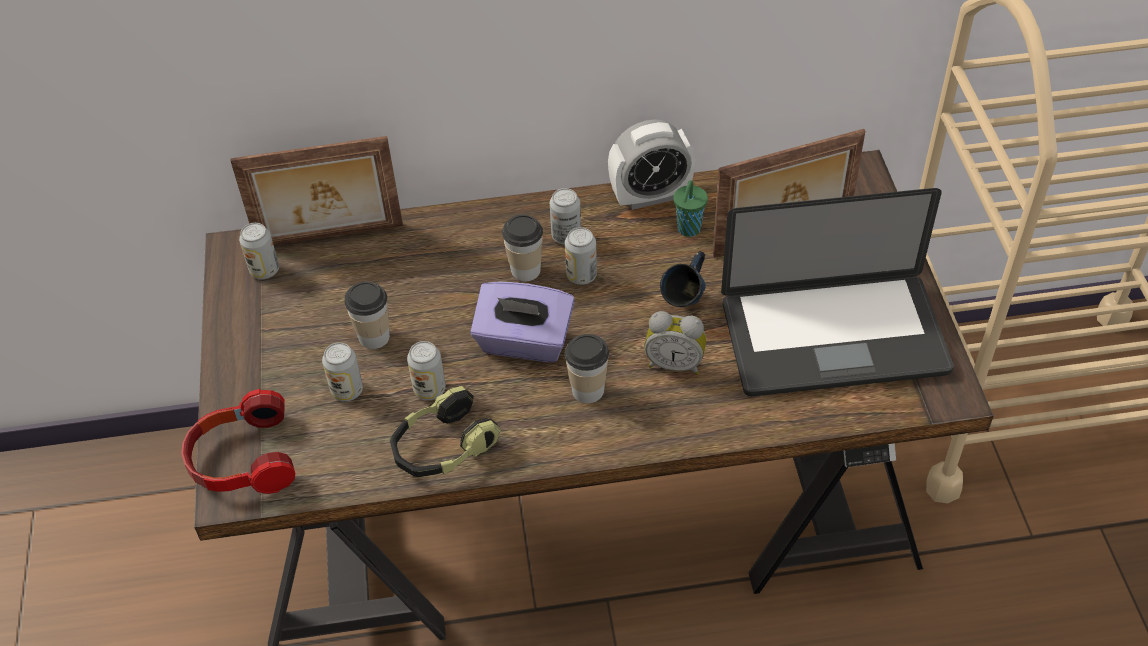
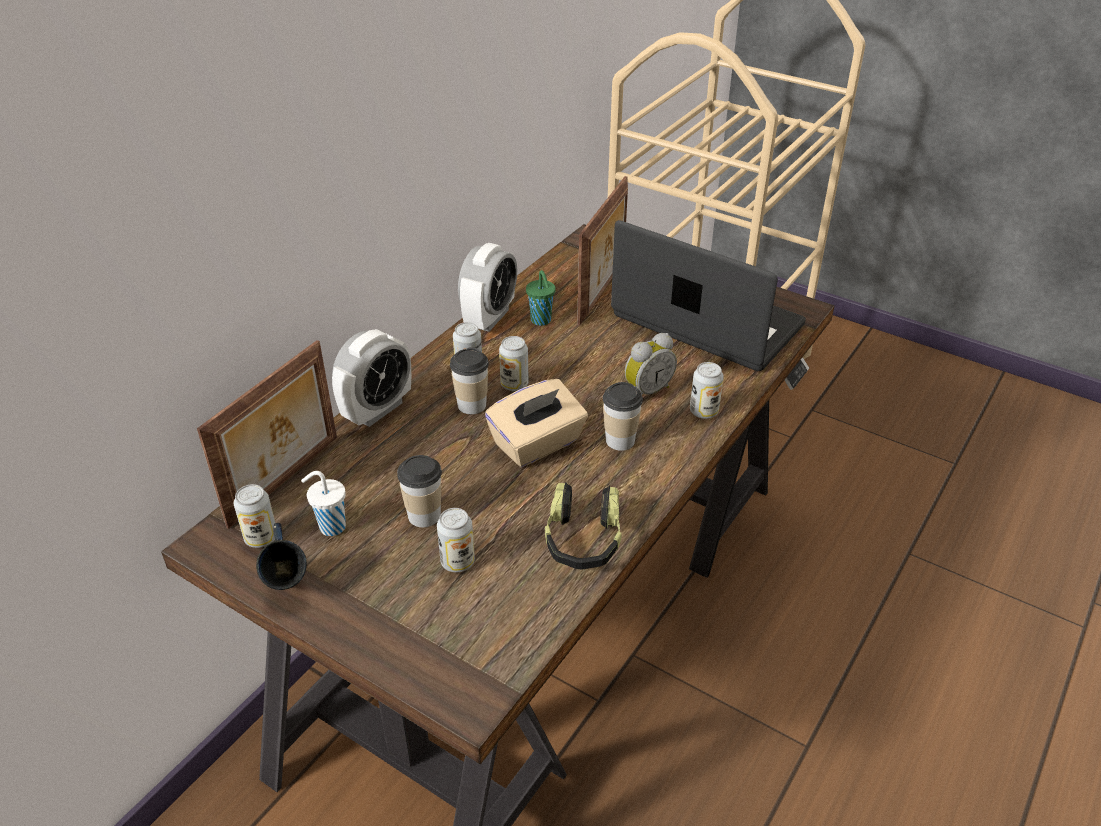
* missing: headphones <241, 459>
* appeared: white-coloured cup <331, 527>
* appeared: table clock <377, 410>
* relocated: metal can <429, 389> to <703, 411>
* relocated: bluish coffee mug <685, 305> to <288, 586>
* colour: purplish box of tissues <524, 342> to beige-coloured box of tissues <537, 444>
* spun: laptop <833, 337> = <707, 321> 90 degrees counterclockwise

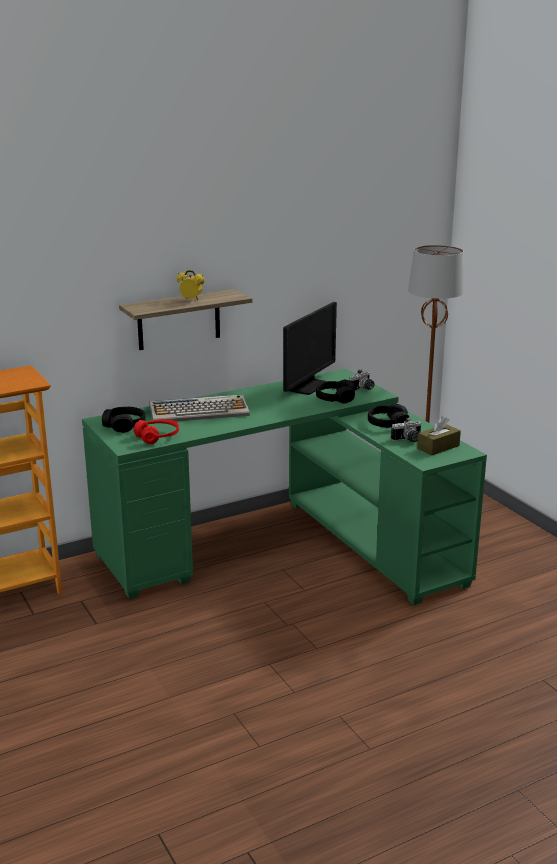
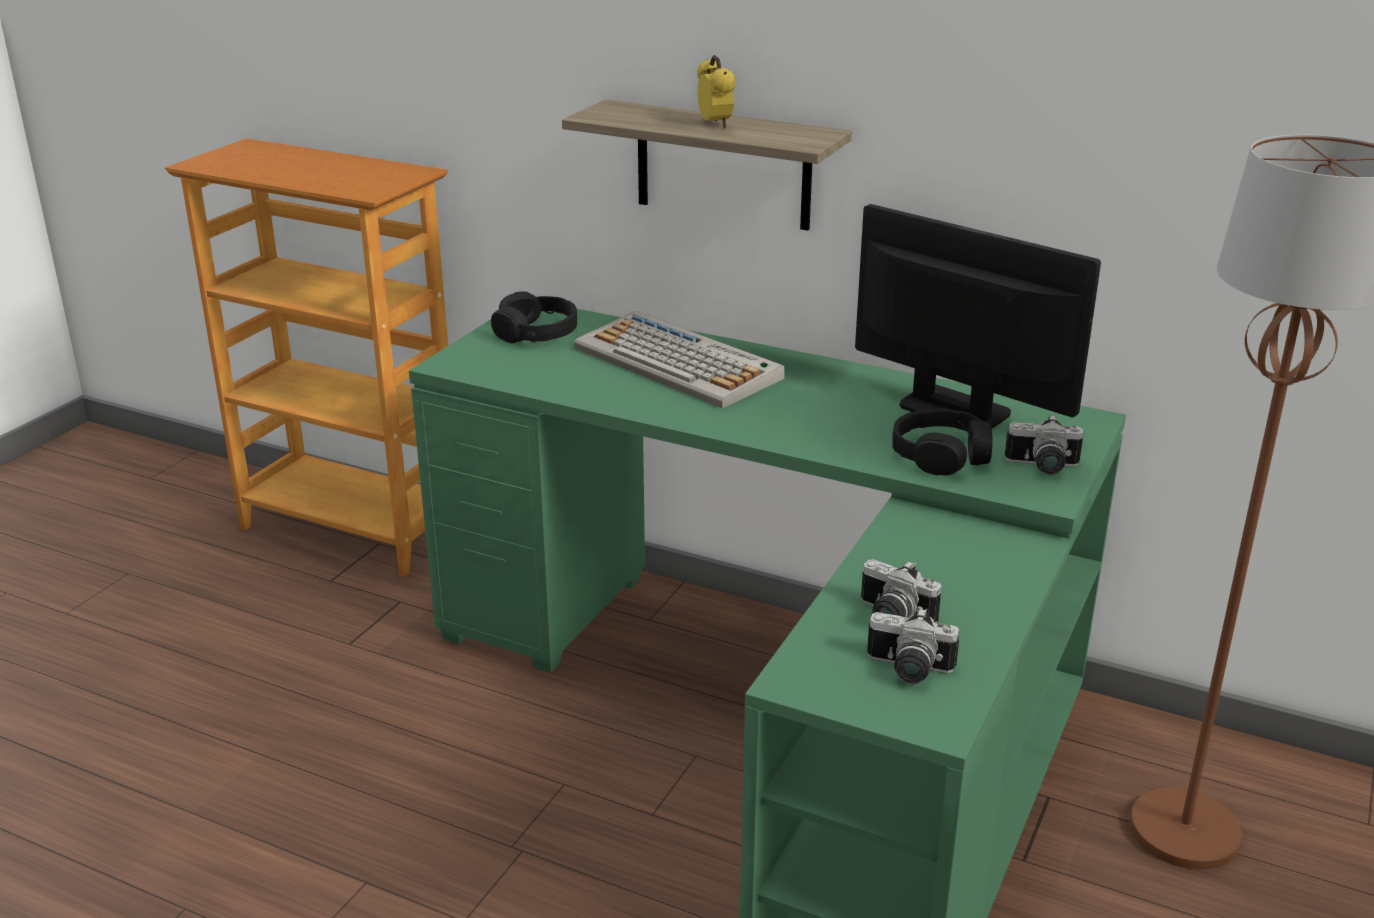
* missing: reddish headphones <157, 437>
* missing: blackish headphones <387, 423>
* exchanged: brownish box of tissues <438, 447> to still camera <907, 671>
* spun: computer display <307, 386> = <954, 409> 135 degrees counterclockwise

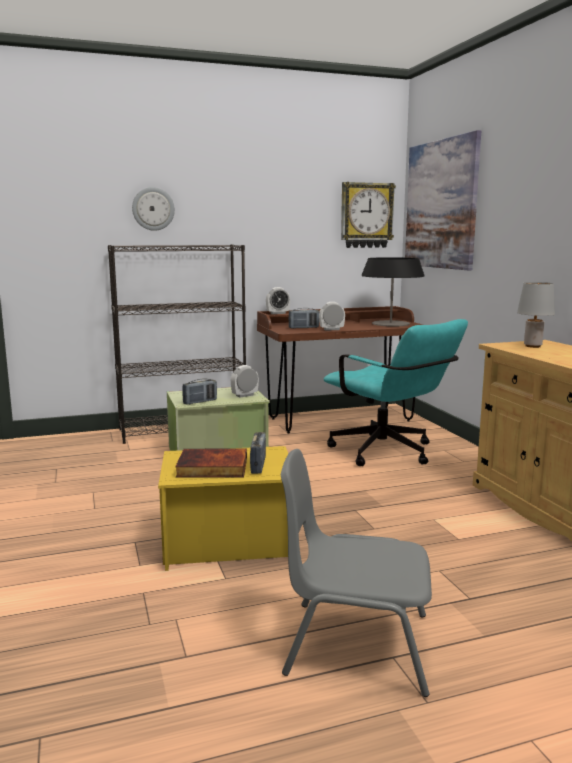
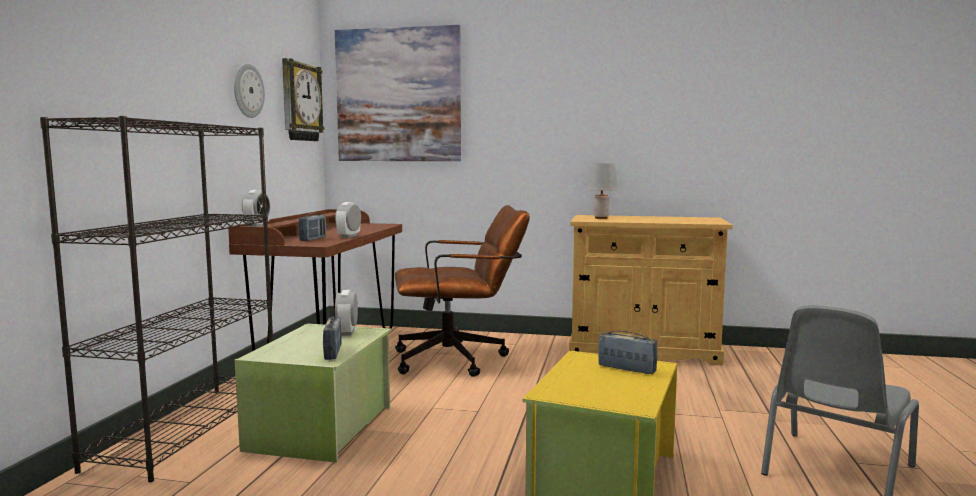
* missing: bound book <212, 468>
* missing: table lamp <390, 323>
* relocated: hanging clock <153, 209> to <247, 91>
* colour: turquoise-coloured desk chair <389, 454> to brownish desk chair <460, 359>

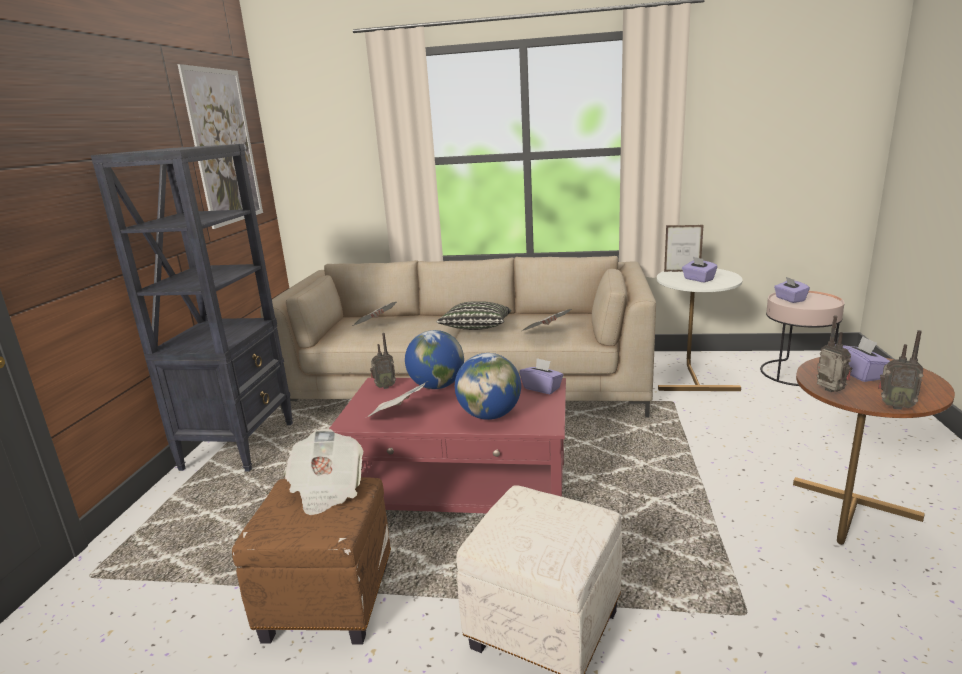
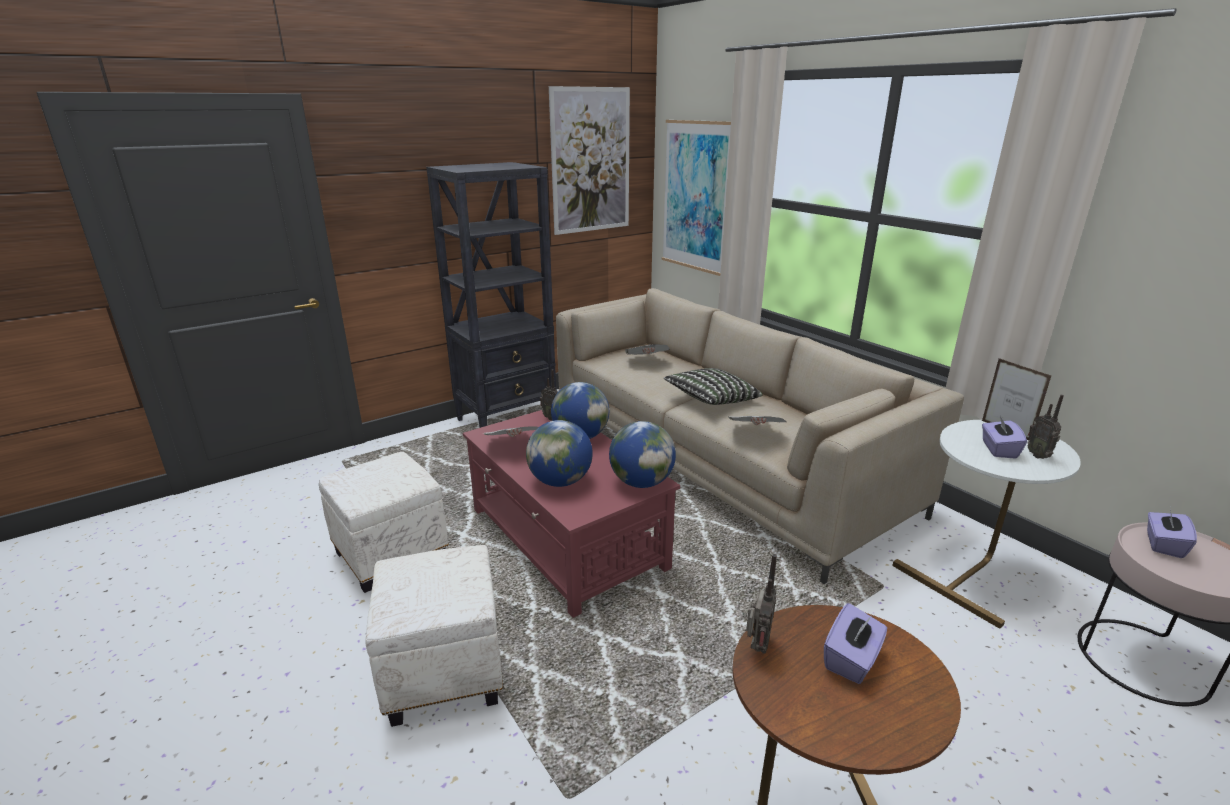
* missing: printed paper <327, 489>
* appeared: picture <695, 197>
* relocated: radio set <894, 406> to <1038, 455>
* exchanged: purplish box of tissues <542, 388> to globe <641, 482>
* colour: brownish footrest <327, 600> to white-coloured footrest <392, 553>

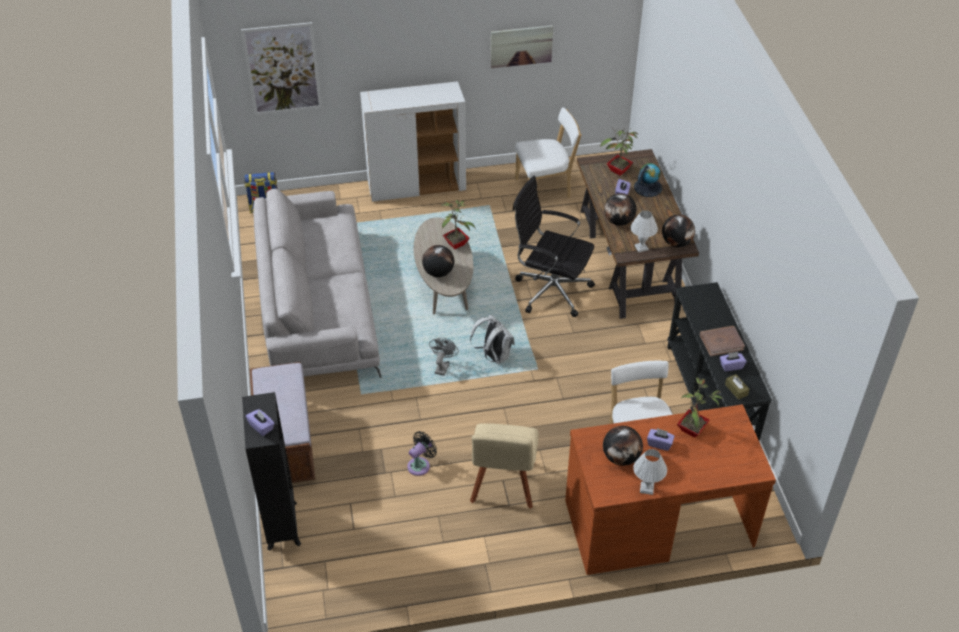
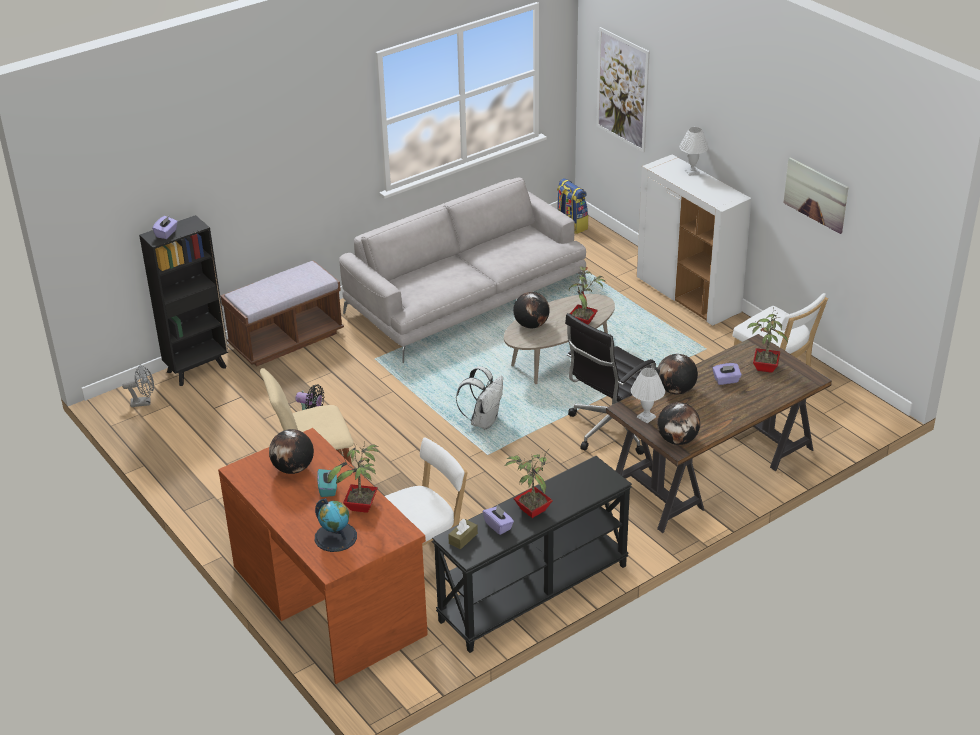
* relocated: greyish cooling fan <442, 366> to <144, 402>
* relocated: white-coloured table lamp <646, 488> to <692, 172>
* relocated: globe <647, 187> to <336, 537>
* exchanged: brownish bound book <721, 342> to houseplant <532, 510>
* colour: purplish box of tissues <659, 443> to turquoise-coloured box of tissues <328, 489>
* spun: blackish desk chair <550, 290> = <611, 429> 135 degrees counterclockwise

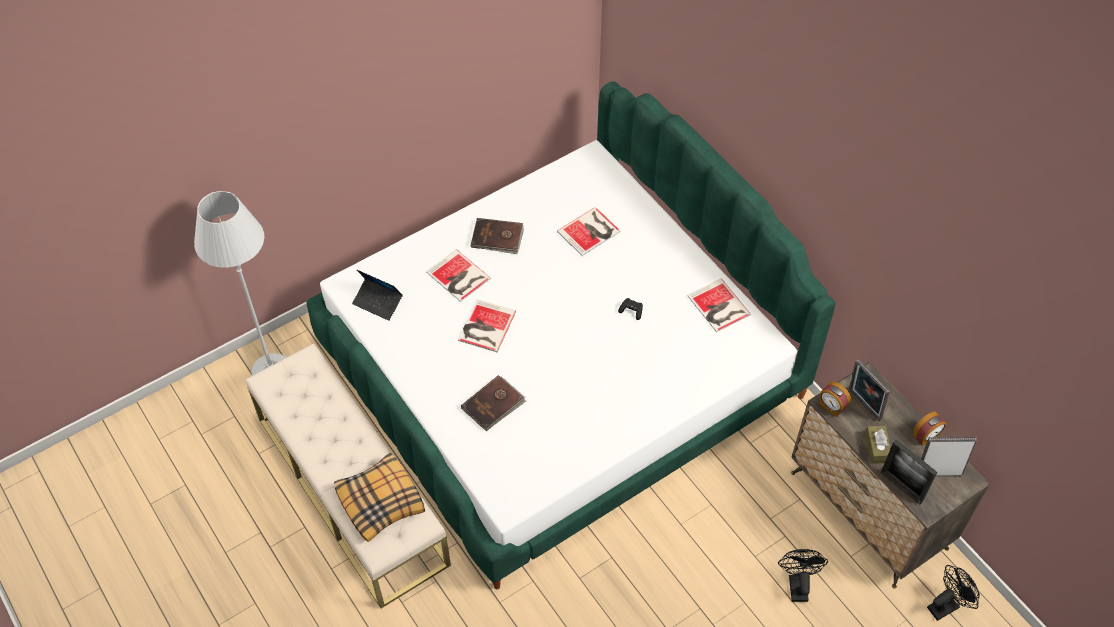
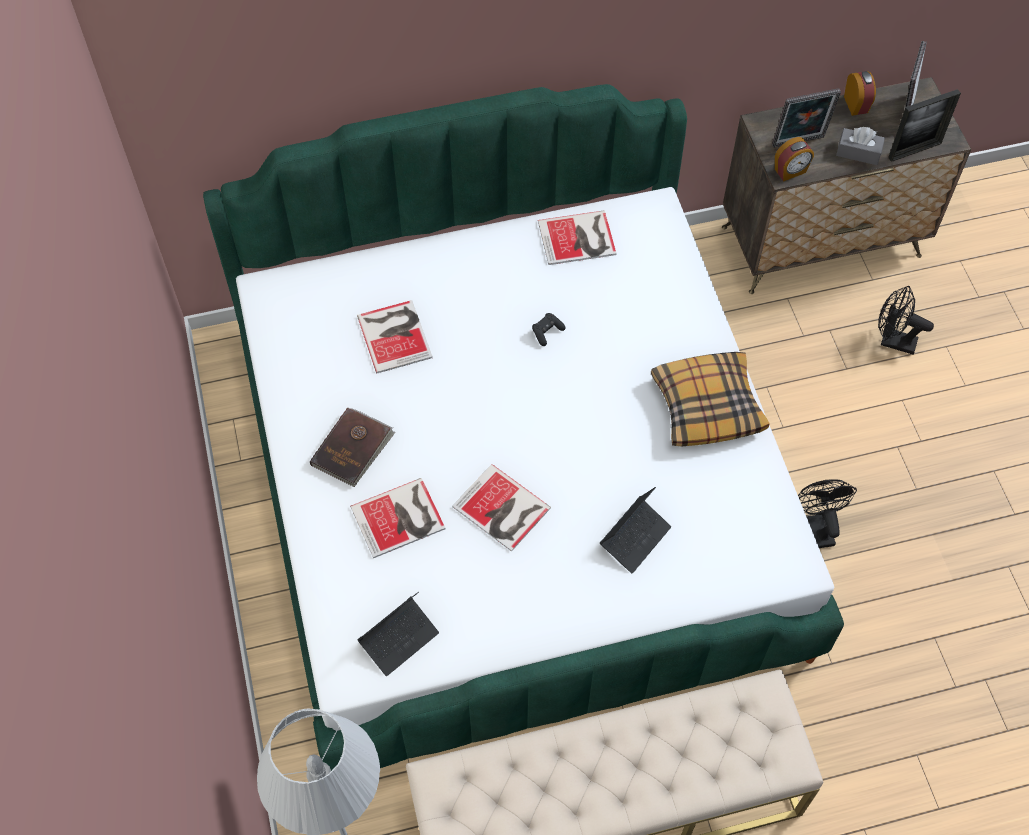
* relocated: cushion <381, 501> to <707, 405>
* relocated: blackish cooling fan <946, 605> to <817, 526>
* exchanged: brownish bound book <493, 404> to laptop <635, 538>
* colour: brownish box of tissues <876, 448> to greyish box of tissues <858, 152>

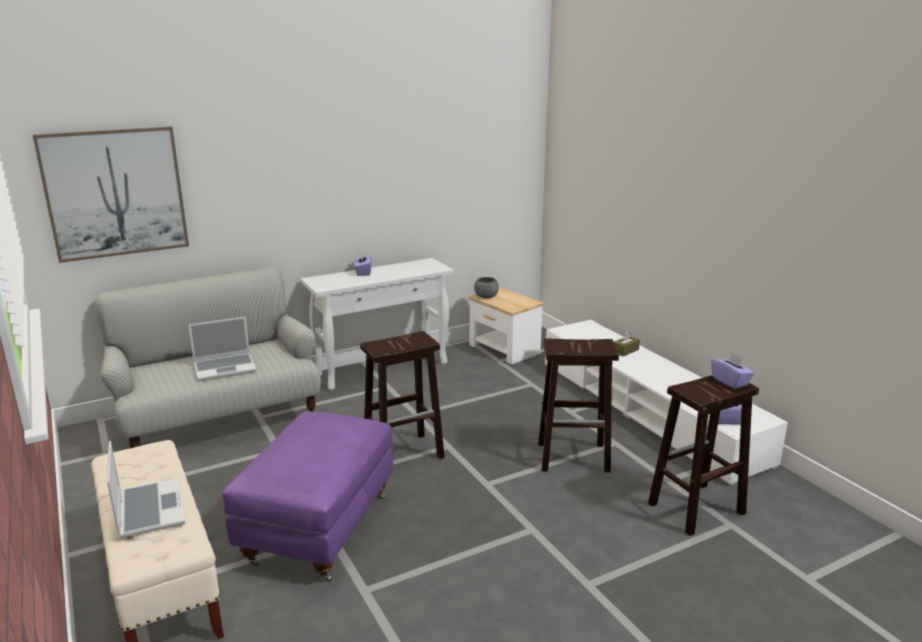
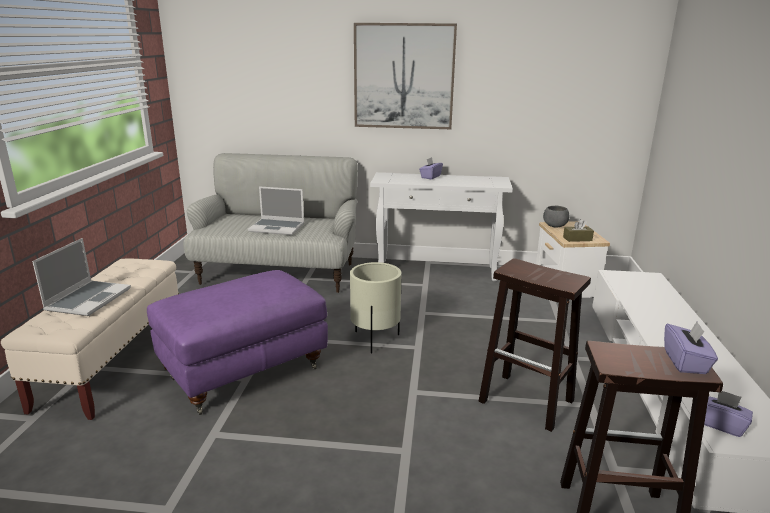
* relocated: picture <115, 193> to <404, 76>
* relocated: brownish box of tissues <625, 351> to <577, 239>
* exchanged: brownish stool seat <404, 453> to beige-coloured plant pot <375, 339>

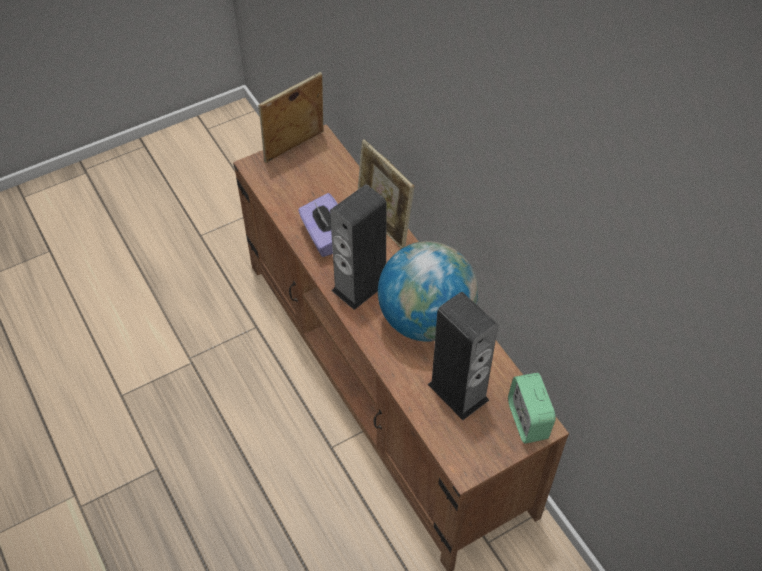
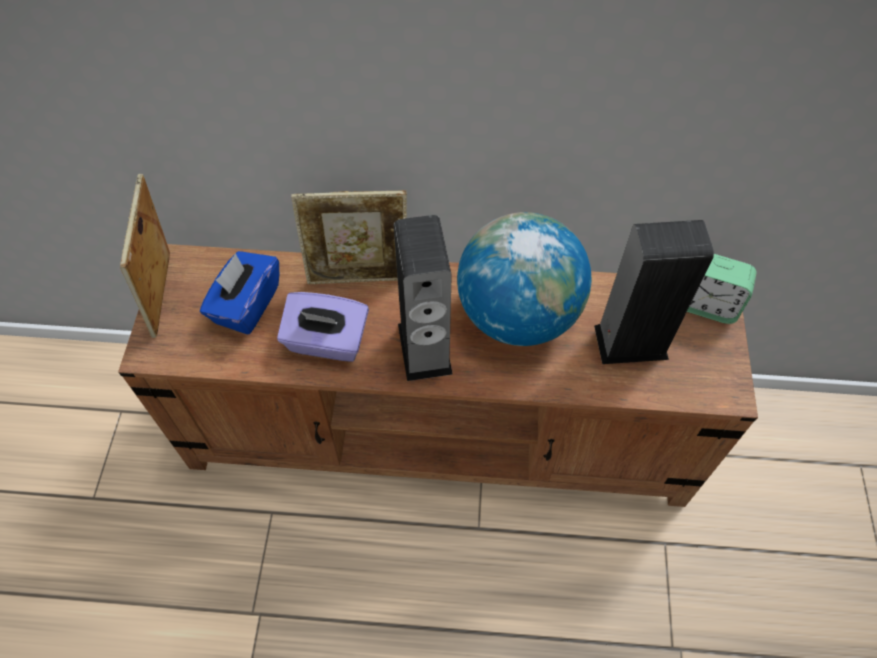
* appeared: bluish box of tissues <246, 305>

